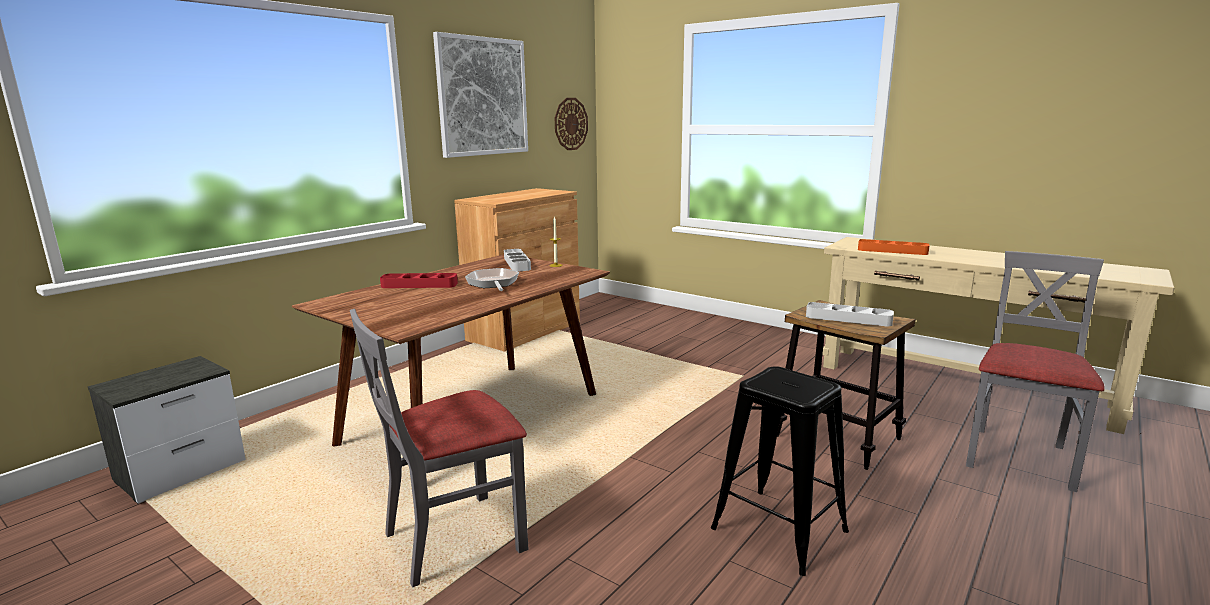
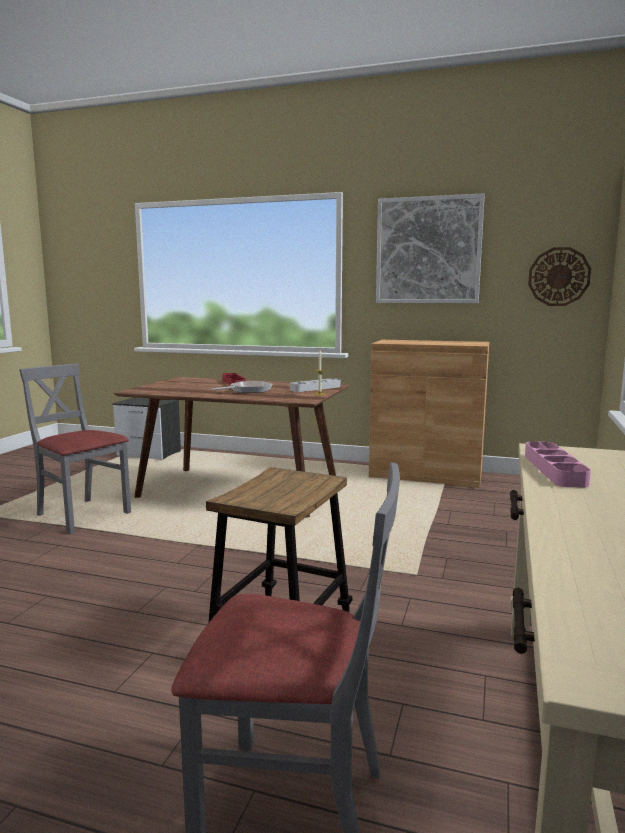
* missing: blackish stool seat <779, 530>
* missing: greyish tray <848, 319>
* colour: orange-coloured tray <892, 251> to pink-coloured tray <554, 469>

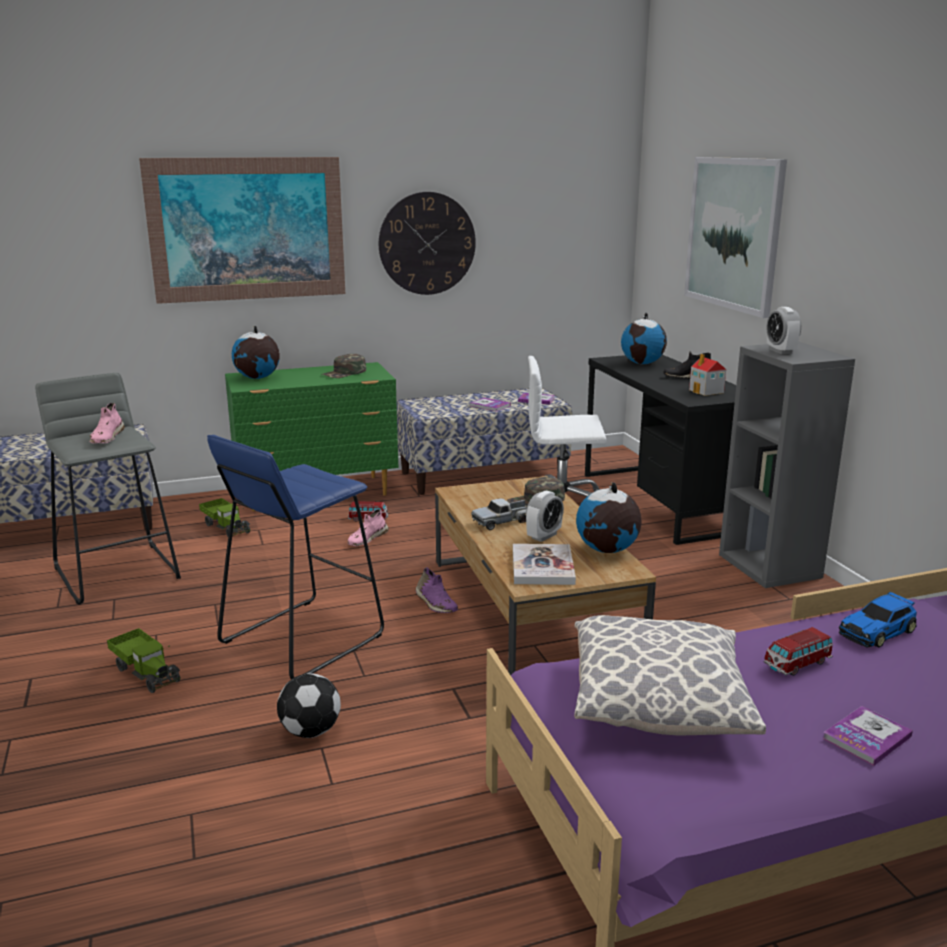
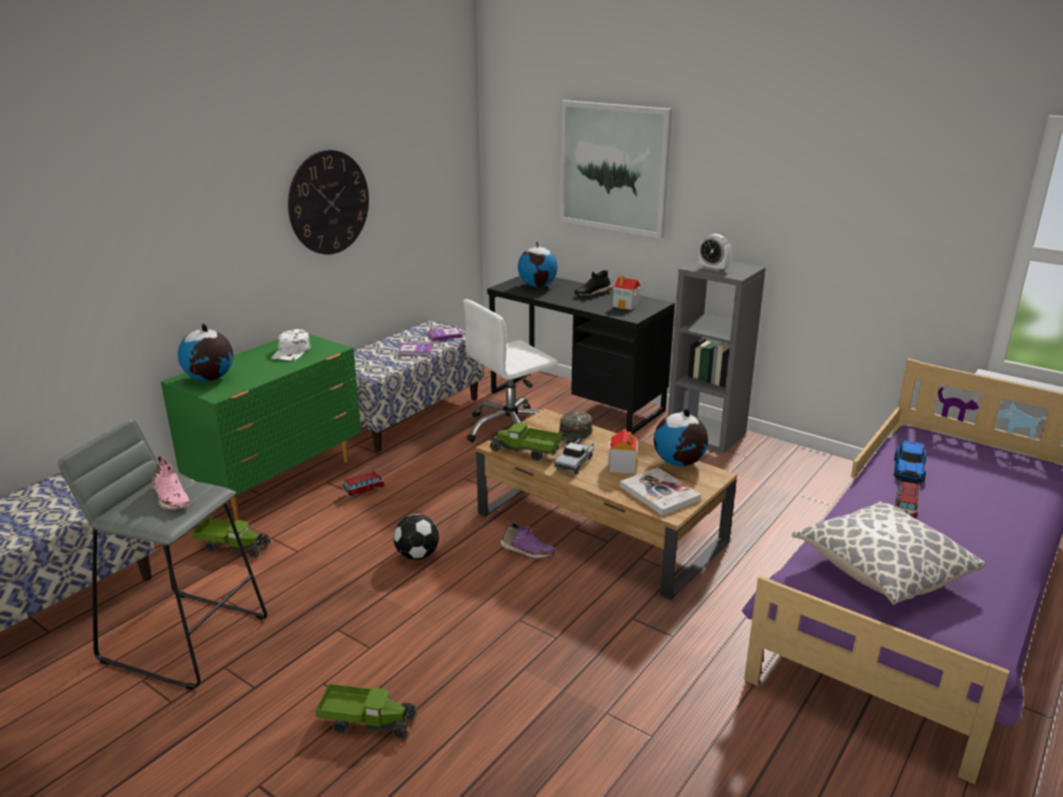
* missing: picture <247, 229>
* missing: bluish stool seat <301, 639>
* missing: pink-coloured shoe <367, 539>
* missing: bound book <867, 737>
* appeared: toy truck <525, 451>
* relocated: ball for football <310, 732> to <417, 556>
* exchanged: table clock <544, 536> to toy house <622, 466>
* colour: green-coloured peaked cap <344, 373> to white-coloured peaked cap <292, 352>

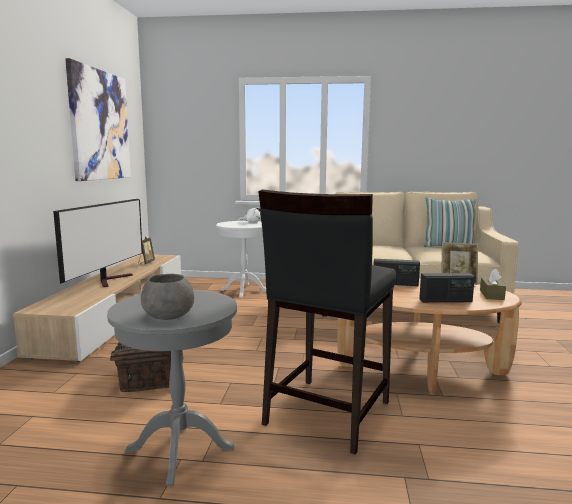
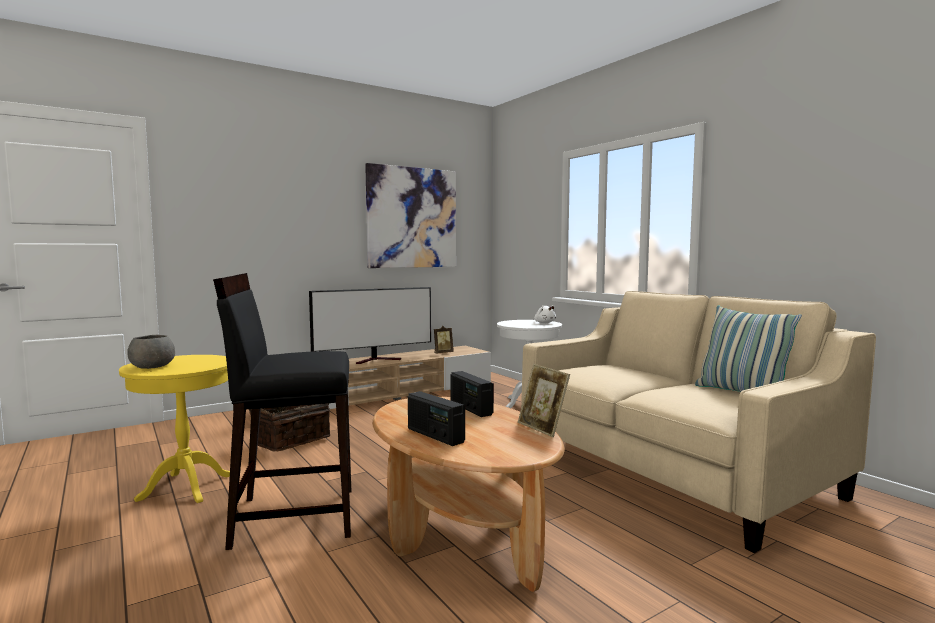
* missing: brownish box of tissues <491, 295>
* colour: greyish end table <180, 449> to yellow end table <186, 487>

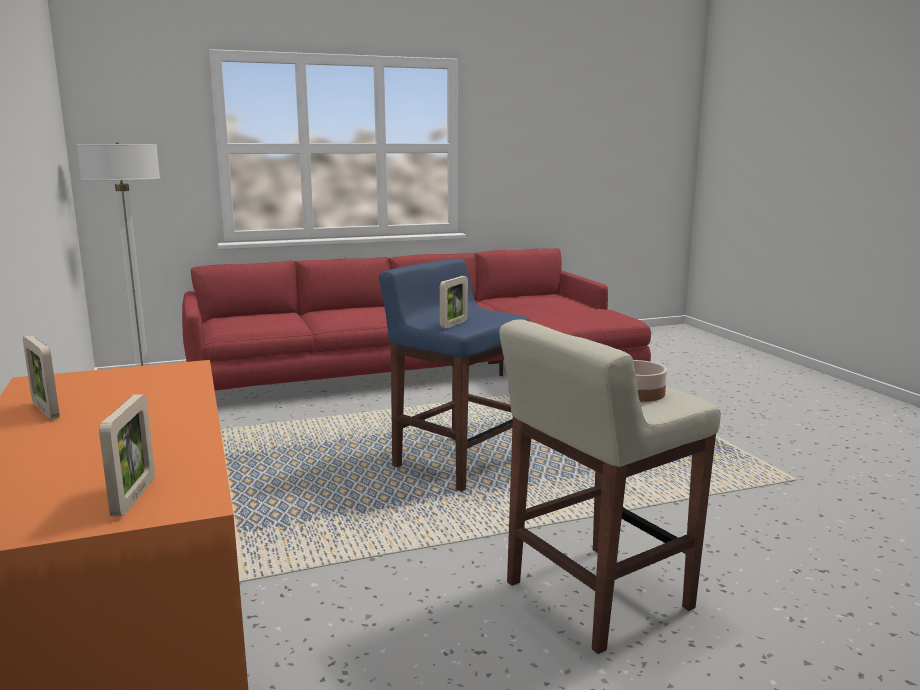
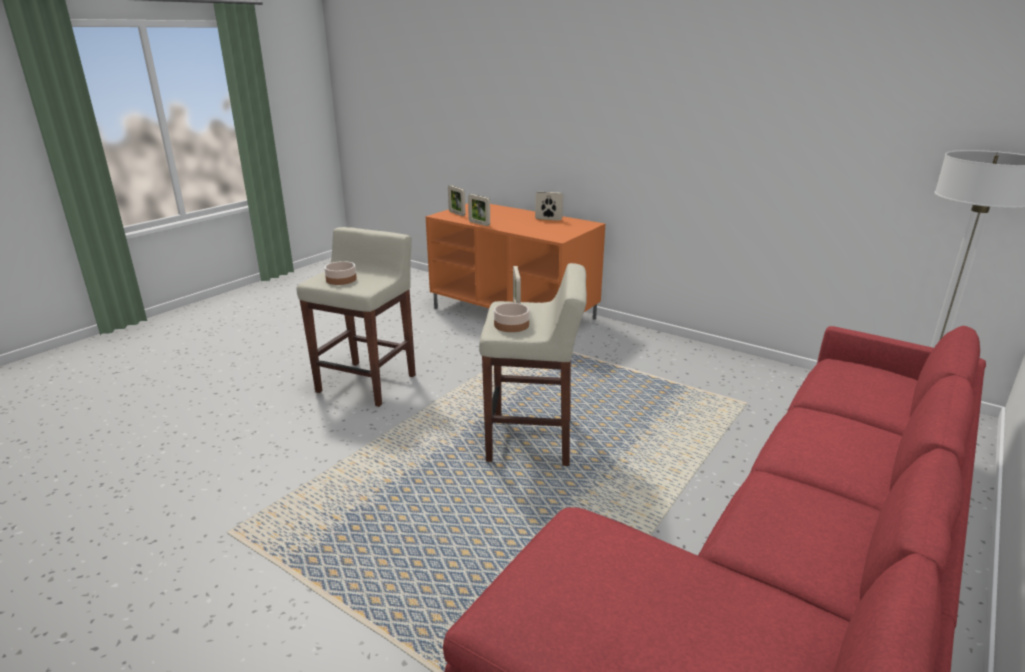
* appeared: picture frame <479, 223>
* appeared: bowl <511, 325>
* colour: bluish stool seat <456, 462> to beige-coloured stool seat <532, 440>

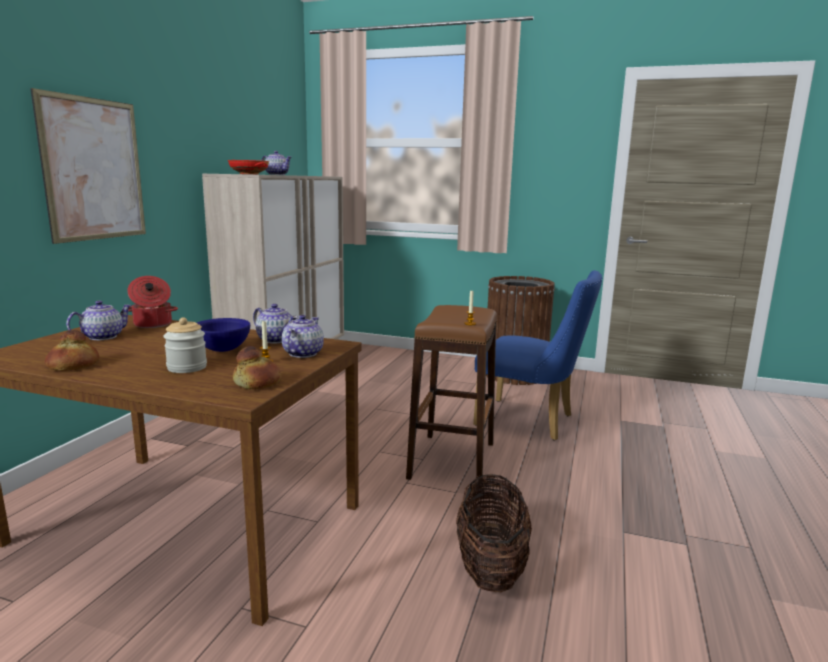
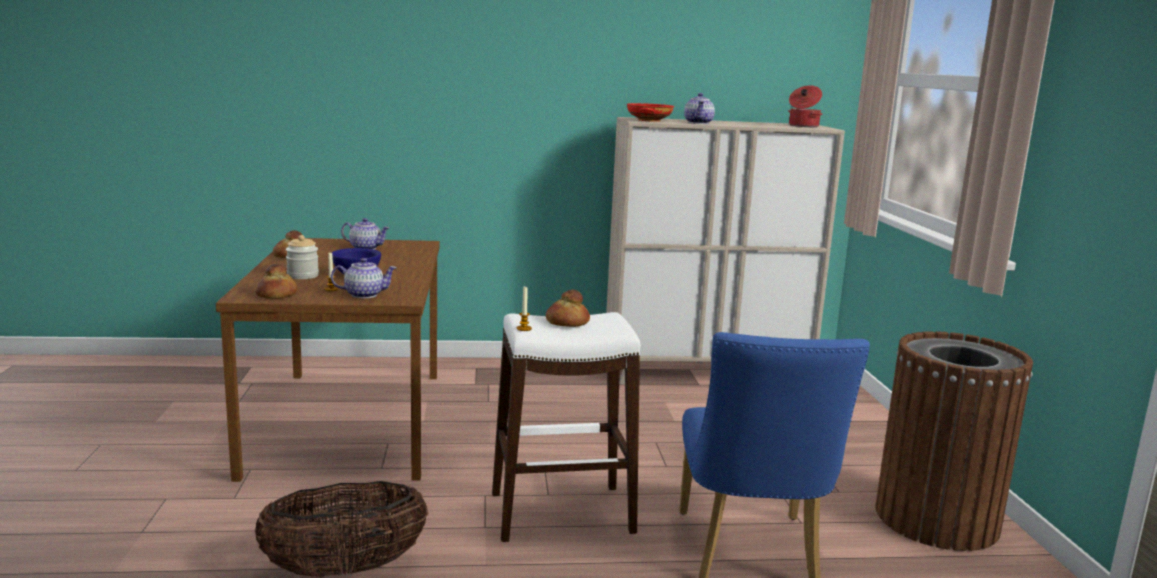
* missing: picture <94, 169>
* missing: pot for tea <276, 339>
* appeared: bakery bread <566, 322>
* relocated: stockpot <152, 324> to <803, 126>
* colour: brownish stool seat <452, 460> to white-coloured stool seat <562, 512>

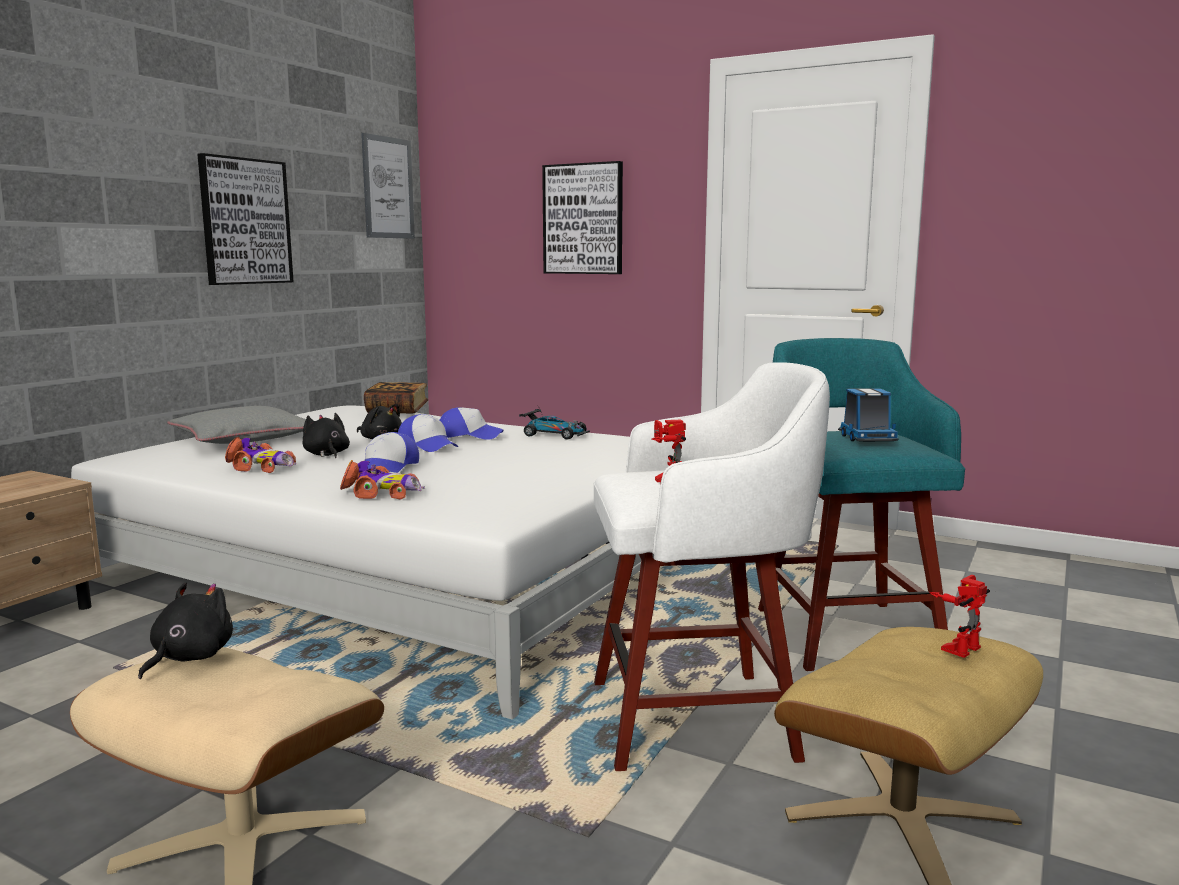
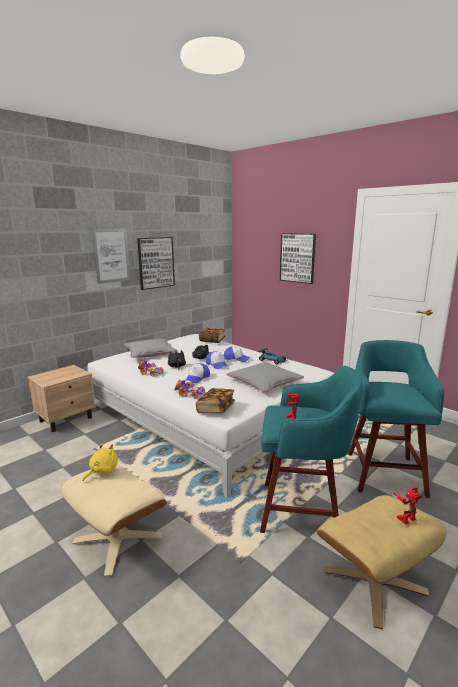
* missing: toy truck <866, 438>
* appeared: bound book <215, 409>
* appeared: greyish cushion <264, 382>
* relocated: picture <388, 188> to <111, 255>
* colour: blackish plush toy <189, 657> to yellow plush toy <102, 471>
* colour: white-coloured stool seat <699, 719> to turquoise-coloured stool seat <302, 511>

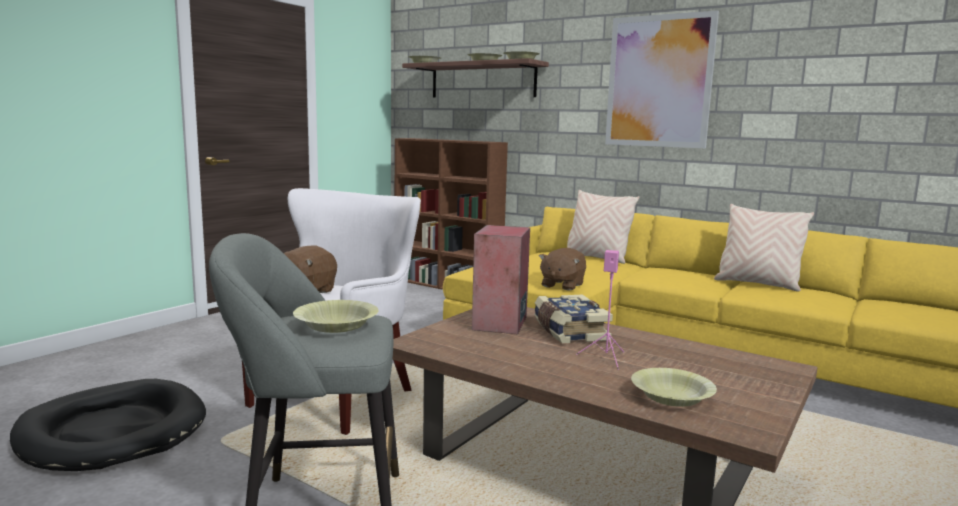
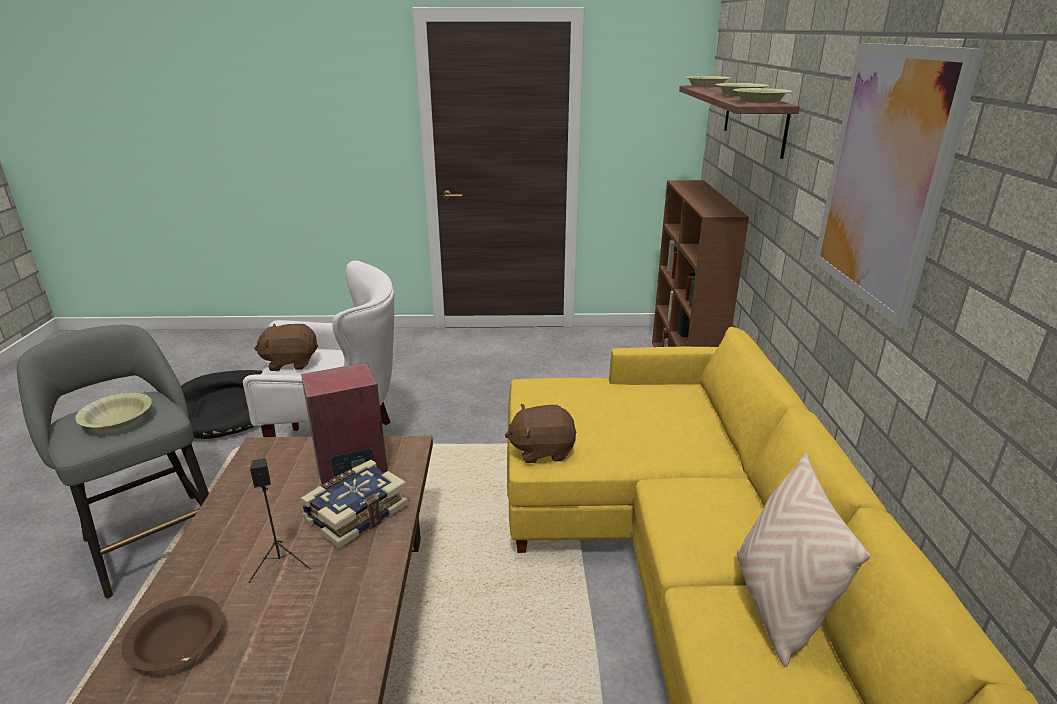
* missing: beige-coloured cushion <597, 258>
* colour: pink-coloured speaker <606, 358> to blackish speaker <281, 563>
* colour: yellow bowl <672, 397> to brownish bowl <177, 643>

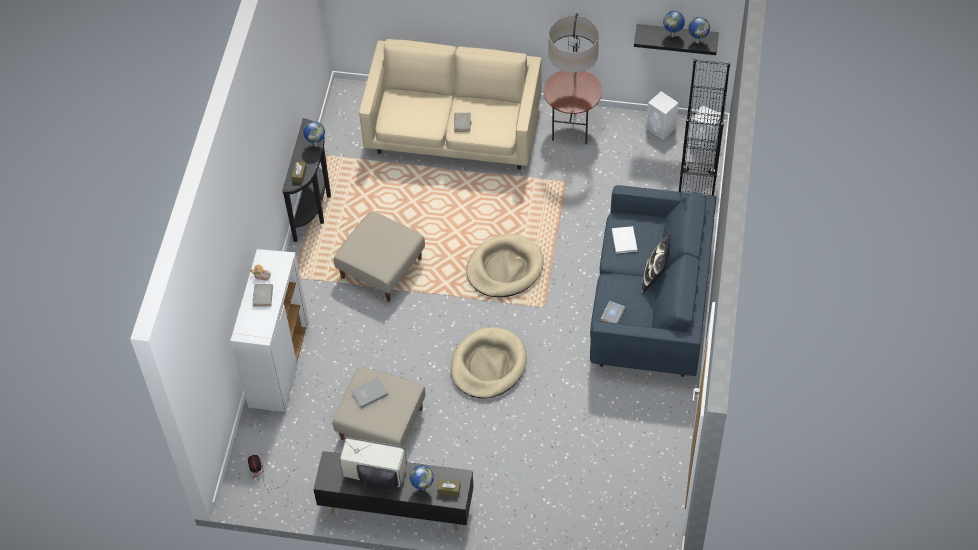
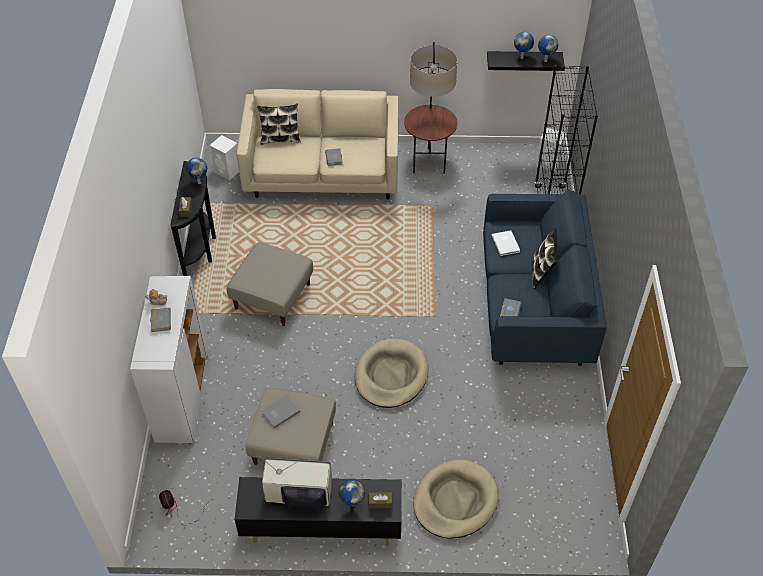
* appeared: cushion <280, 138>
* relocated: beige-coloured dog cushion <504, 268> to <455, 501>
* relocated: white-coloured speaker <661, 128> to <228, 171>

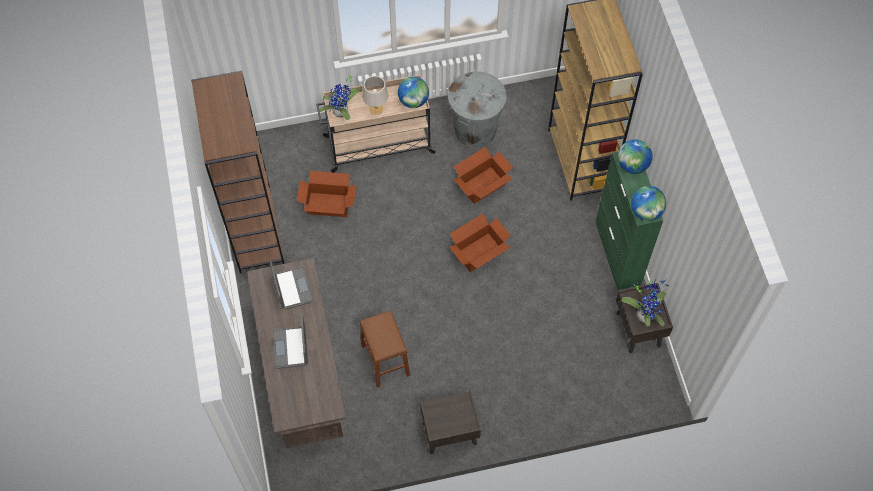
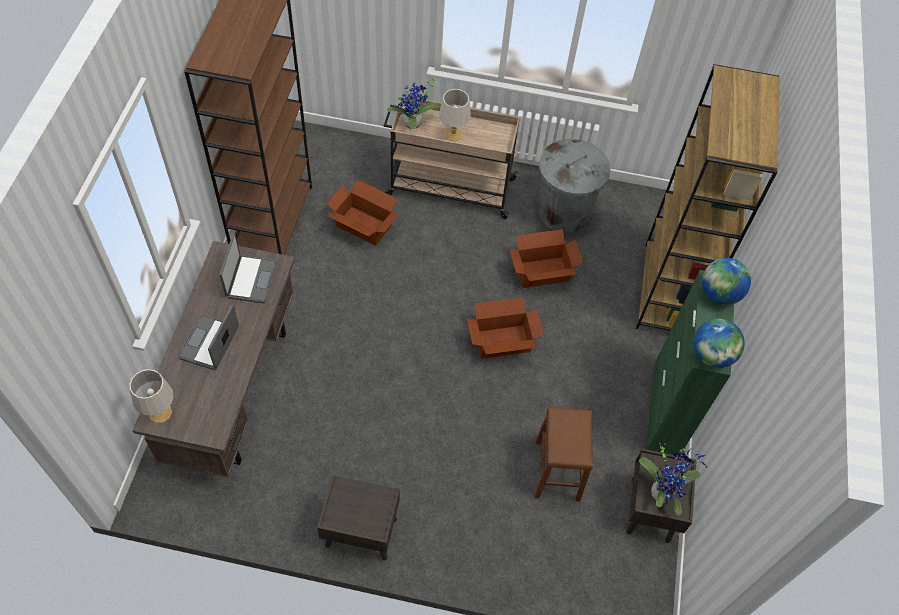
* missing: globe <413, 101>
* appeared: greyish table lamp <160, 413>
* relocated: brownish stool seat <385, 360> to <557, 470>

